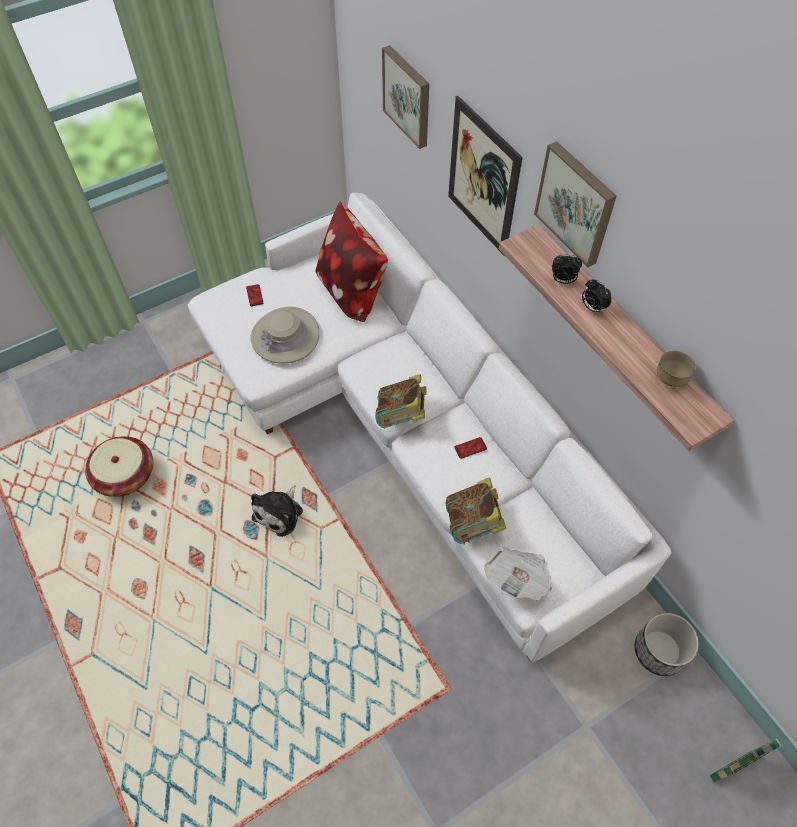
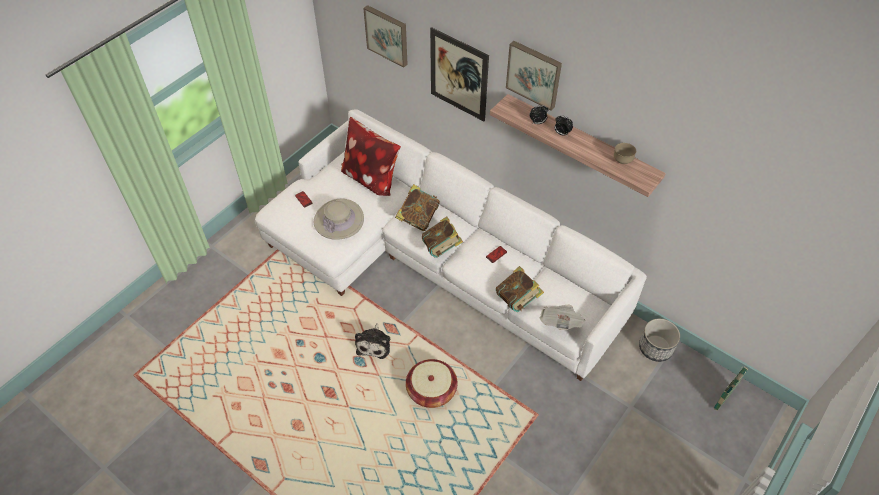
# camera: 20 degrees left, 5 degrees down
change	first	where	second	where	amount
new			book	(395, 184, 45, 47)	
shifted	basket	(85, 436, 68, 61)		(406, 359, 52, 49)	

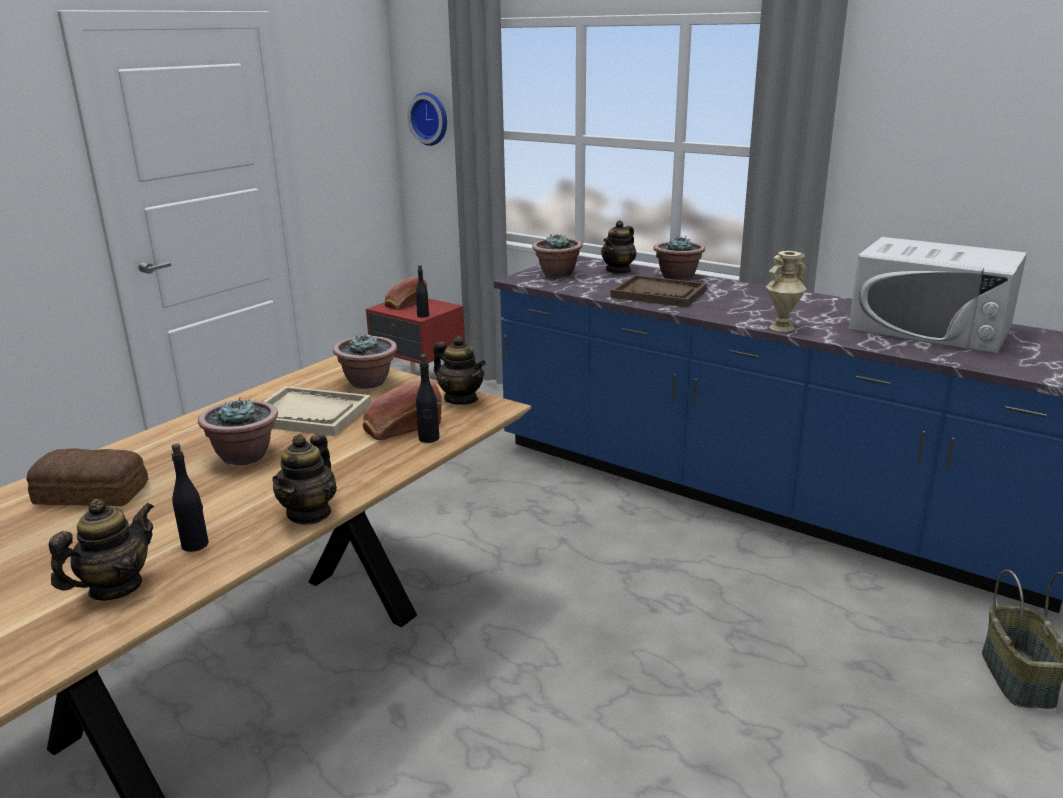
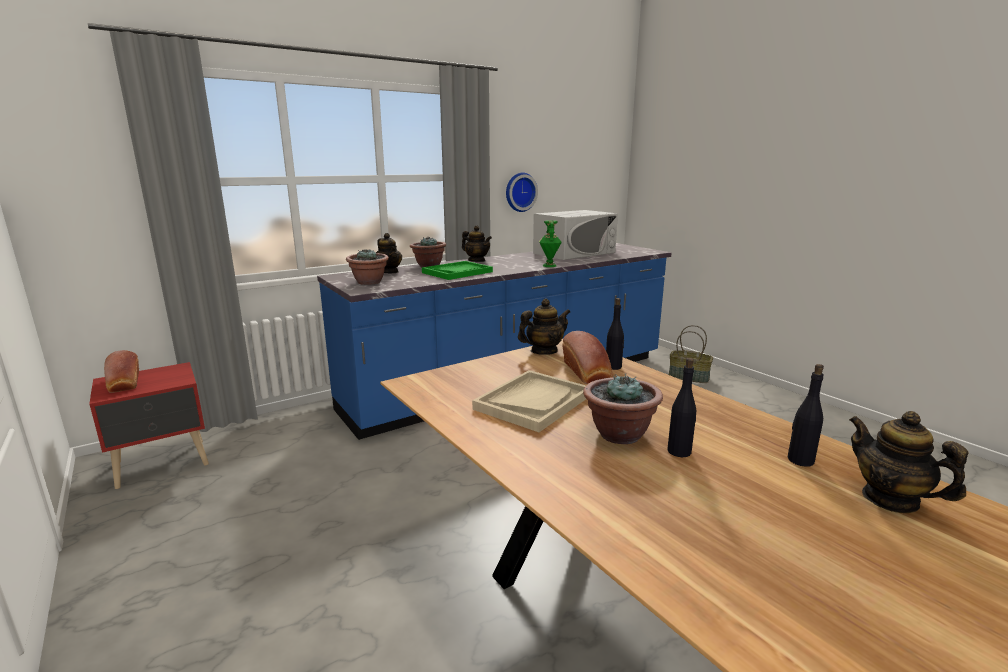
# camera: 70 degrees left, 5 degrees down
change	first	where	second	where	amount
repainted	brown tray	(610, 275, 97, 32)	green tray	(422, 261, 71, 19)	
shifted	teapot	(272, 434, 65, 91)		(462, 226, 30, 36)	
shifted	wall clock	(407, 92, 40, 54)		(506, 173, 32, 39)	
repainted	beige vase	(766, 251, 41, 81)	green vase	(539, 220, 23, 47)	
shifted	black bottle	(416, 265, 13, 53)		(668, 358, 28, 99)	
gone	bread	(26, 448, 122, 58)			
gone	potted plant	(333, 334, 64, 55)			

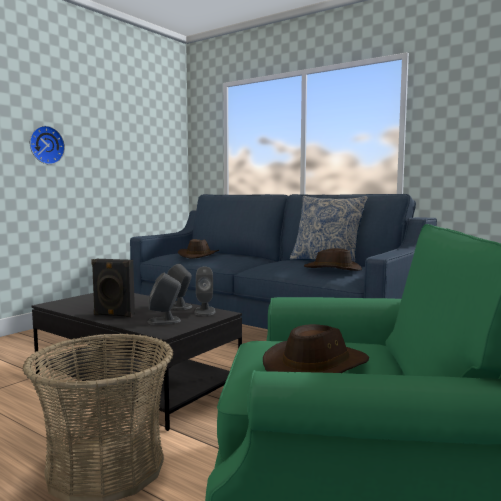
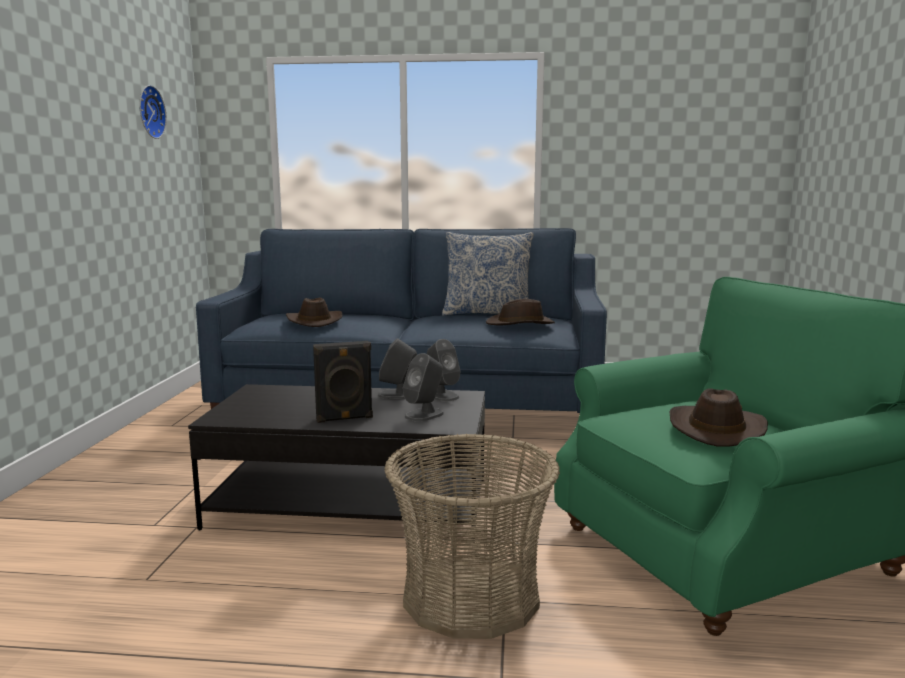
# camera: 30 degrees left, 5 degrees up
change	first	where	second	where	amount
shifted	wall clock	(30, 126, 35, 39)		(139, 85, 28, 54)	

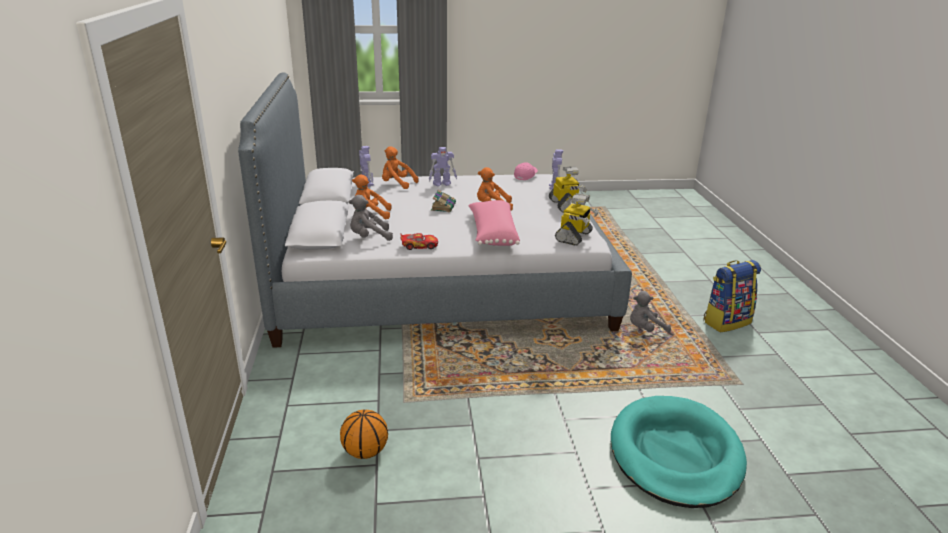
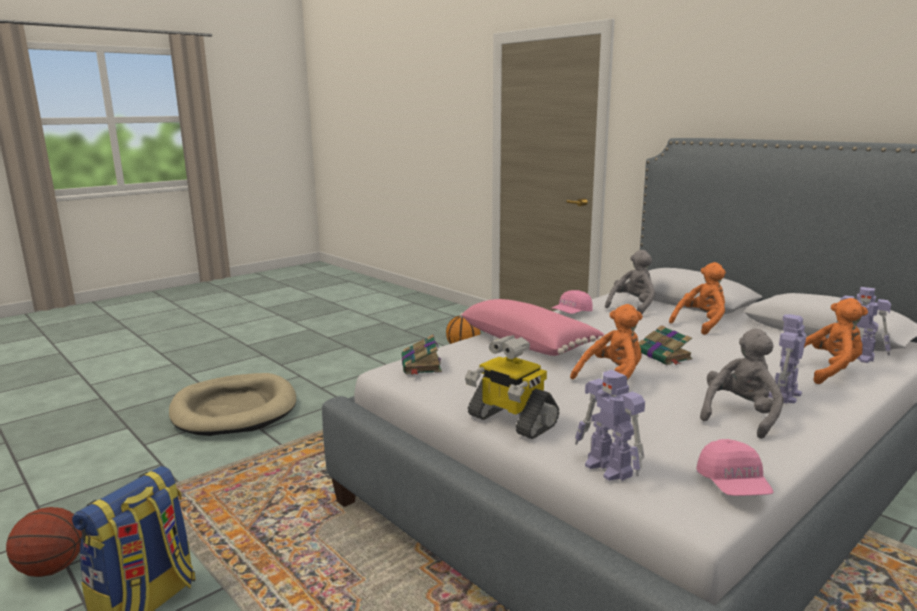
# camera: 145 degrees right, 10 degrees down
change	first	where	second	where	amount
new			basketball	(6, 507, 77, 70)	
repainted	turquoise dog bed	(611, 396, 136, 112)	beige dog bed	(169, 373, 127, 63)	
swapped	toy robot	(555, 193, 44, 53)	book	(402, 334, 40, 41)	
swapped	toy car	(400, 233, 38, 17)	pink cap	(551, 290, 42, 24)	
shifted	grey plush toy	(630, 291, 41, 42)		(700, 328, 84, 111)	

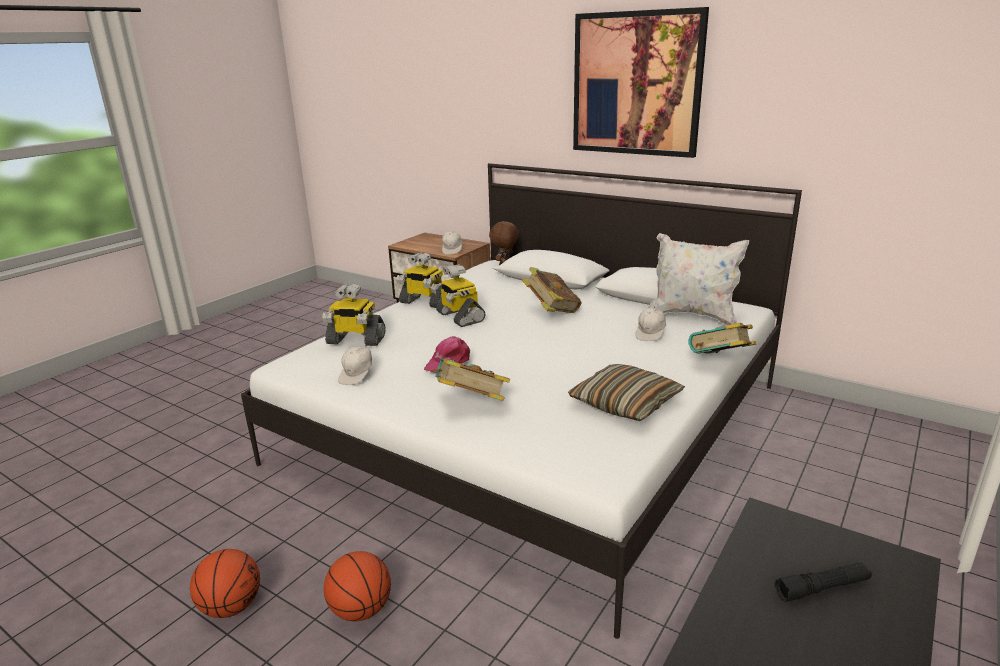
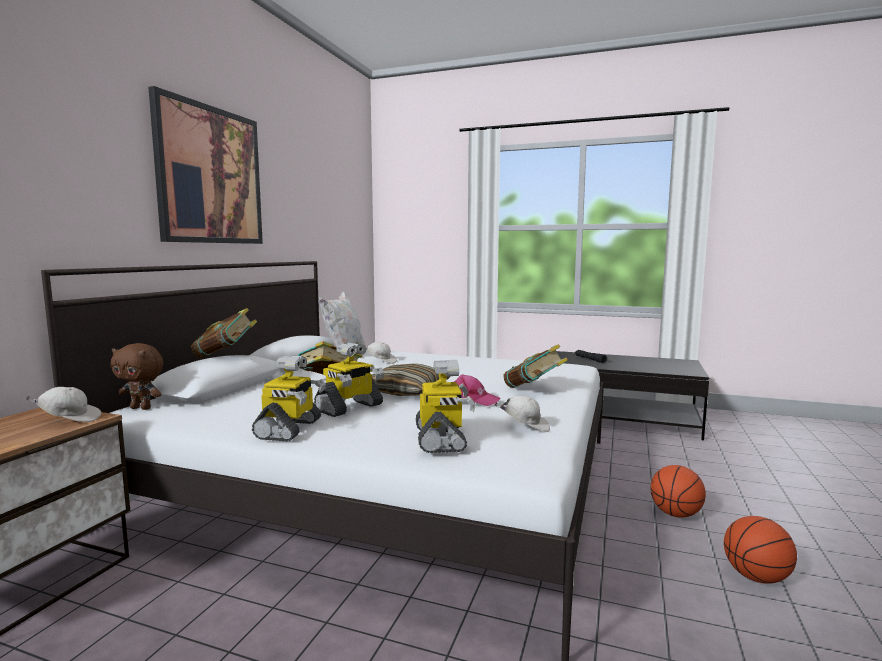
# camera: 105 degrees left, 15 degrees down
change	first	where	second	where	amount
shifted	book	(688, 323, 68, 31)		(191, 308, 66, 50)	
shifted	pillow	(568, 364, 117, 57)		(372, 363, 78, 33)	

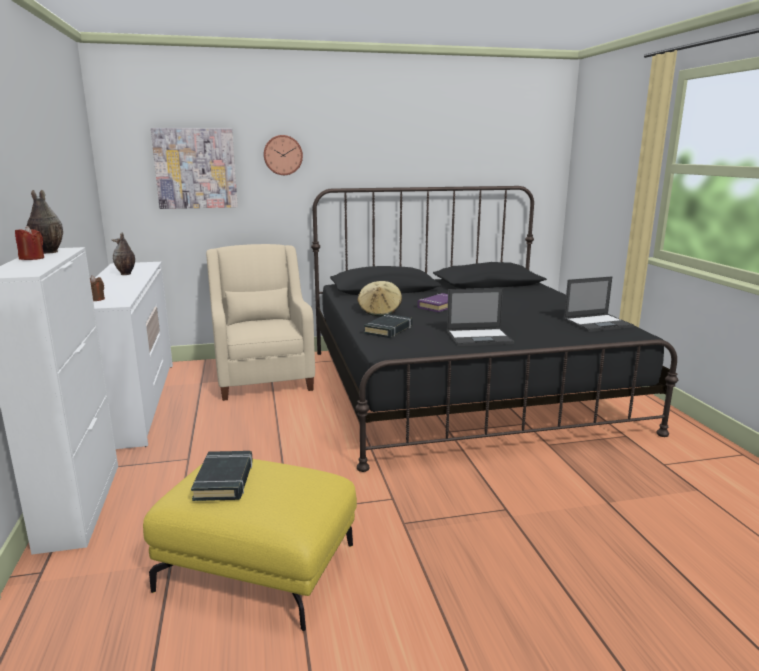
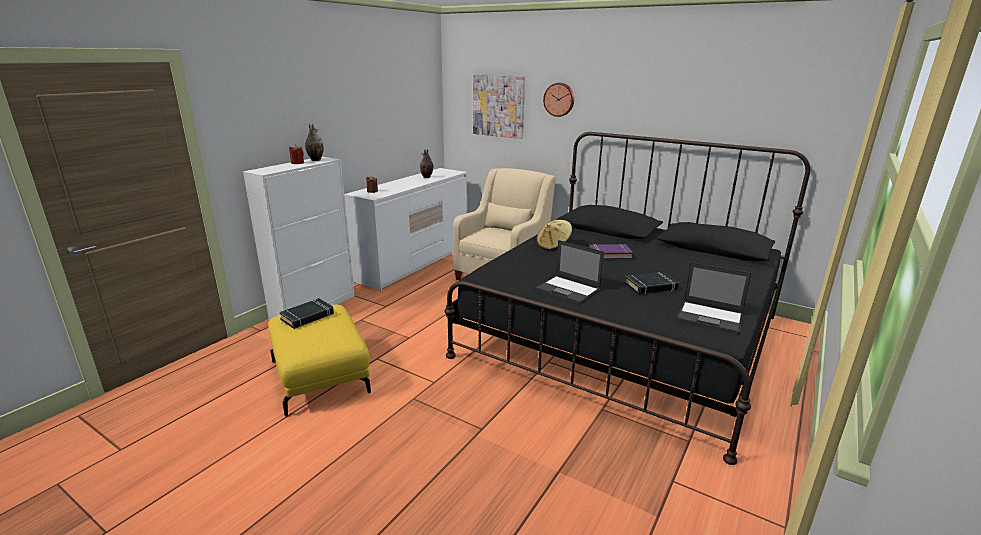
# camera: 45 degrees right, 5 degrees up
change	first	where	second	where	amount
shifted	black book	(364, 314, 48, 24)		(625, 272, 54, 22)	

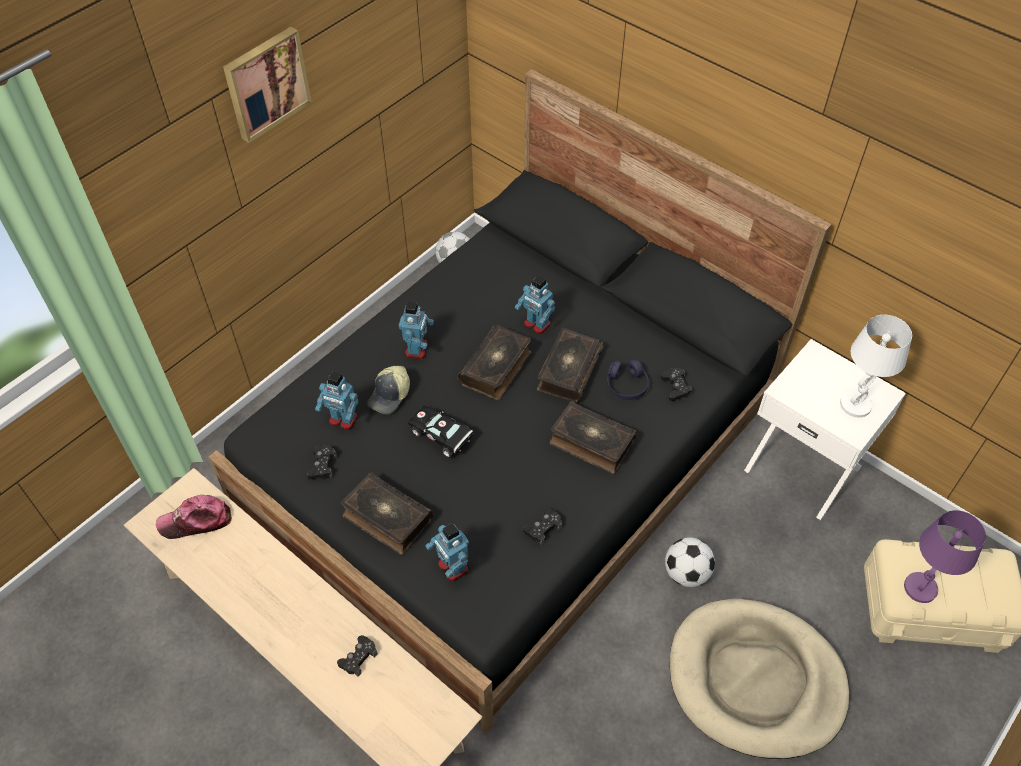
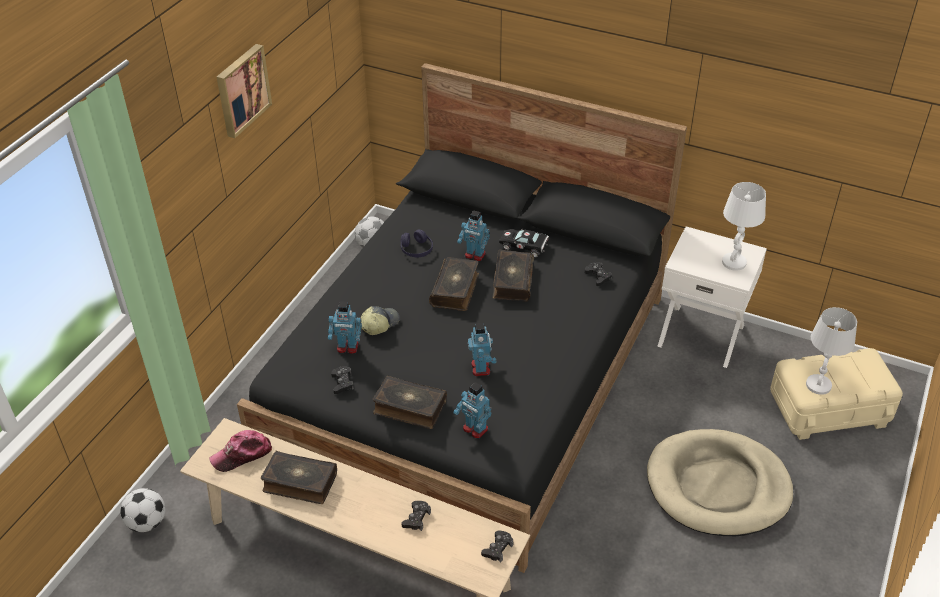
# camera: 15 degrees left, 10 degrees down
change	first	where	second	where	amount
shifted	football	(665, 537, 50, 50)		(120, 488, 45, 44)	
shifted	book	(549, 401, 88, 73)		(261, 450, 76, 54)	
rotated	cap	(367, 366, 43, 48)		(361, 306, 39, 29)	150 degrees counterclockwise
shifted	purple headphones	(607, 360, 42, 40)		(401, 229, 32, 28)	
shifted	toy robot	(399, 302, 35, 57)		(468, 323, 28, 53)	
shifted	black game controller	(523, 508, 39, 37)		(481, 530, 33, 33)	
shifted	black toy car	(408, 405, 66, 52)		(499, 229, 50, 29)	
repainted	purple table lamp	(904, 510, 82, 93)	white table lamp	(806, 307, 51, 88)	

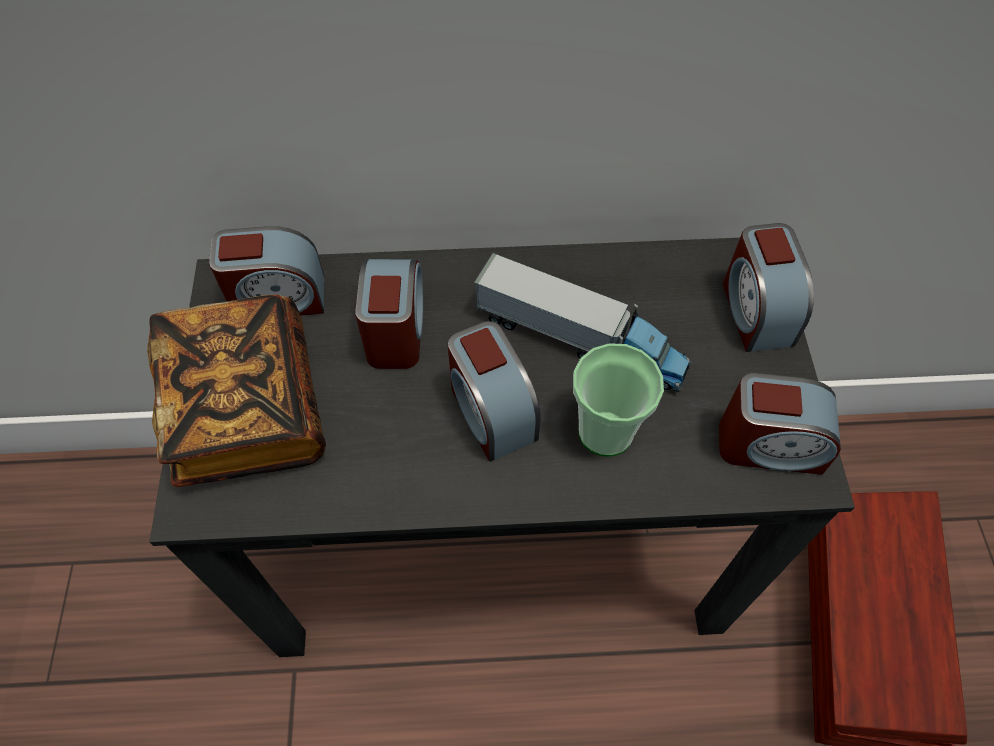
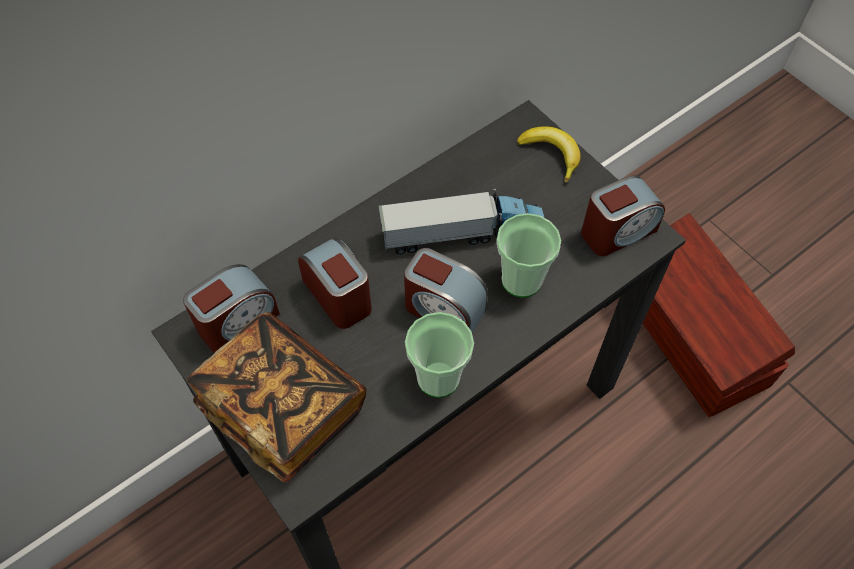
# camera: 35 degrees left, 0 degrees up
change	first	where	second	where	amount
new			cup	(405, 312, 69, 86)	
swapped	alarm clock	(723, 223, 91, 129)	banana	(517, 126, 64, 57)	

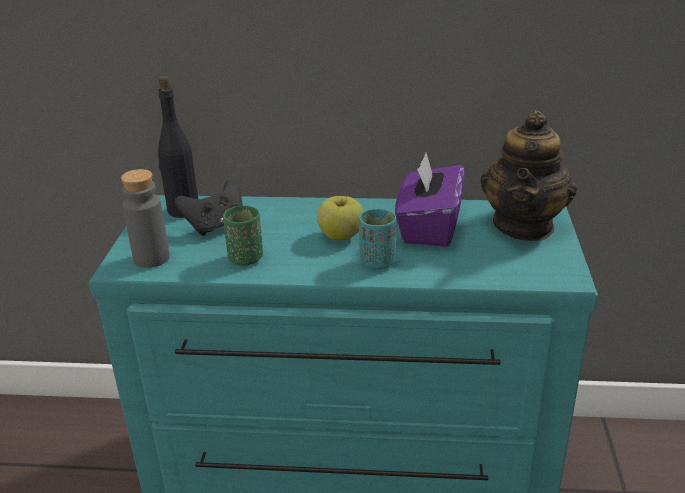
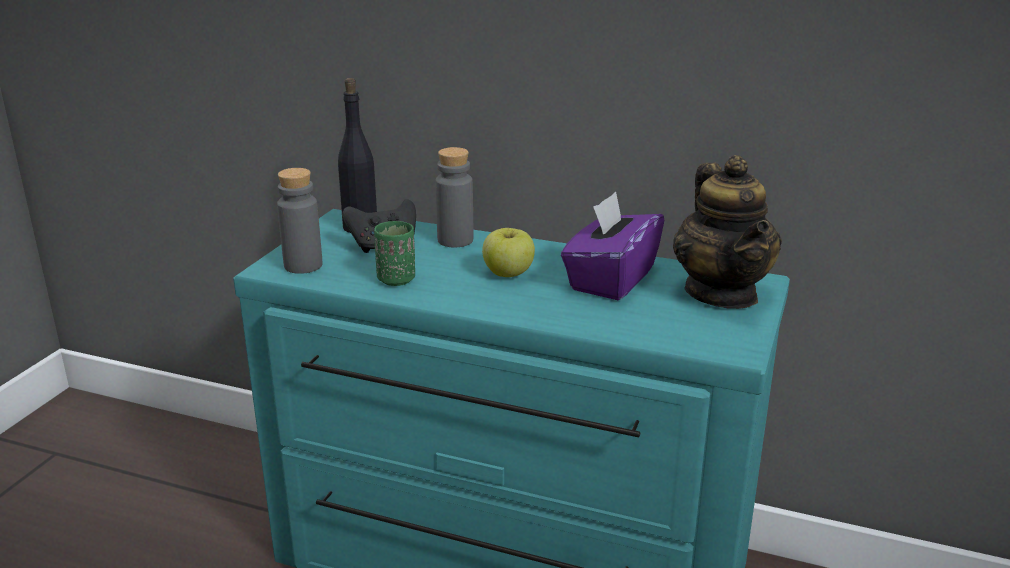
# camera: 15 degrees right, 5 degrees down
change	first	where	second	where	amount
new			grey bottle	(436, 147, 37, 100)	
rotated	teapot	(480, 110, 97, 131)		(673, 155, 109, 154)	45 degrees counterclockwise
gone	turquoise cup	(359, 209, 37, 61)			

